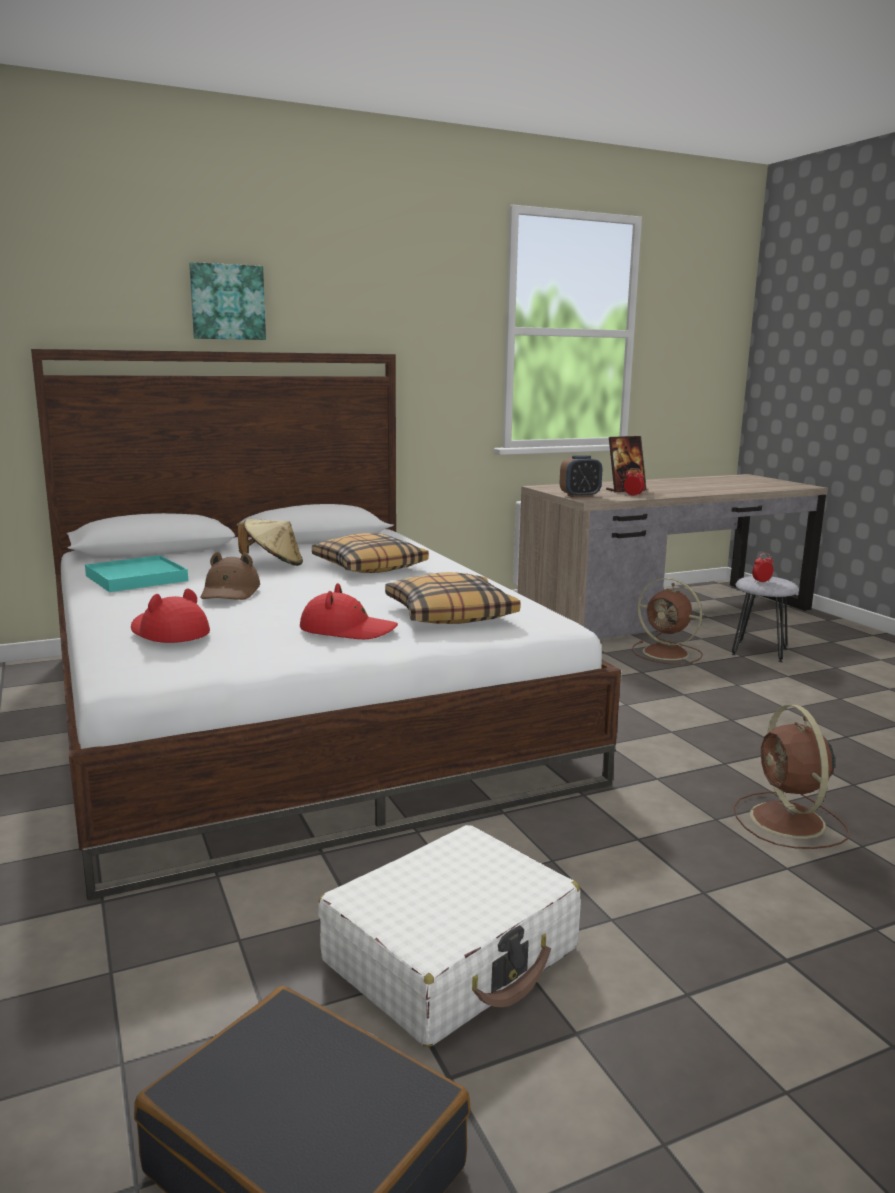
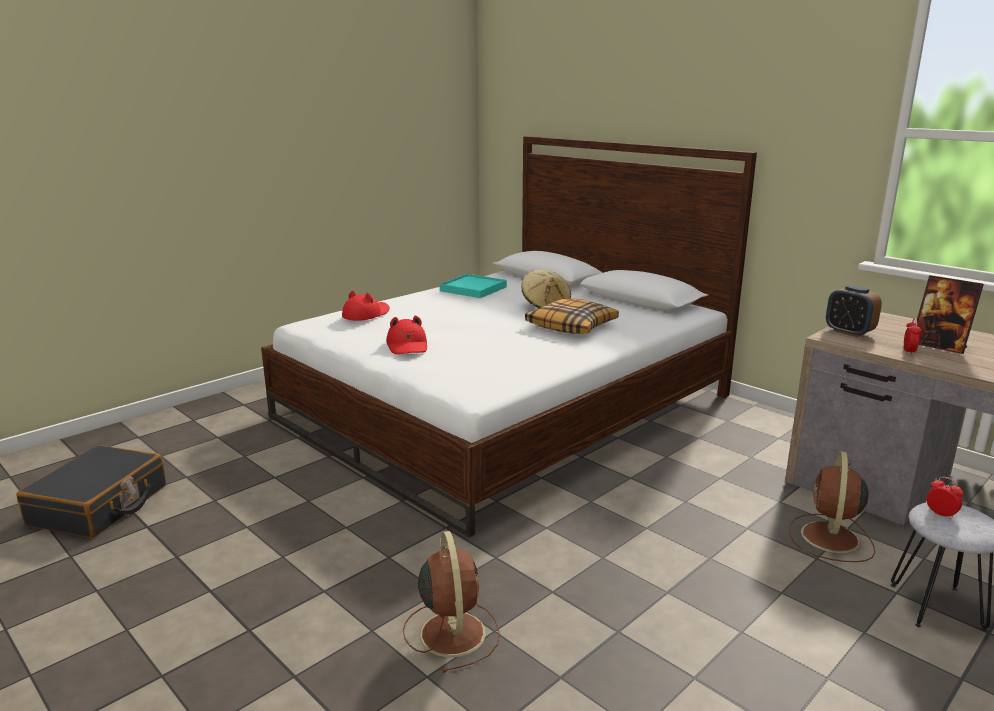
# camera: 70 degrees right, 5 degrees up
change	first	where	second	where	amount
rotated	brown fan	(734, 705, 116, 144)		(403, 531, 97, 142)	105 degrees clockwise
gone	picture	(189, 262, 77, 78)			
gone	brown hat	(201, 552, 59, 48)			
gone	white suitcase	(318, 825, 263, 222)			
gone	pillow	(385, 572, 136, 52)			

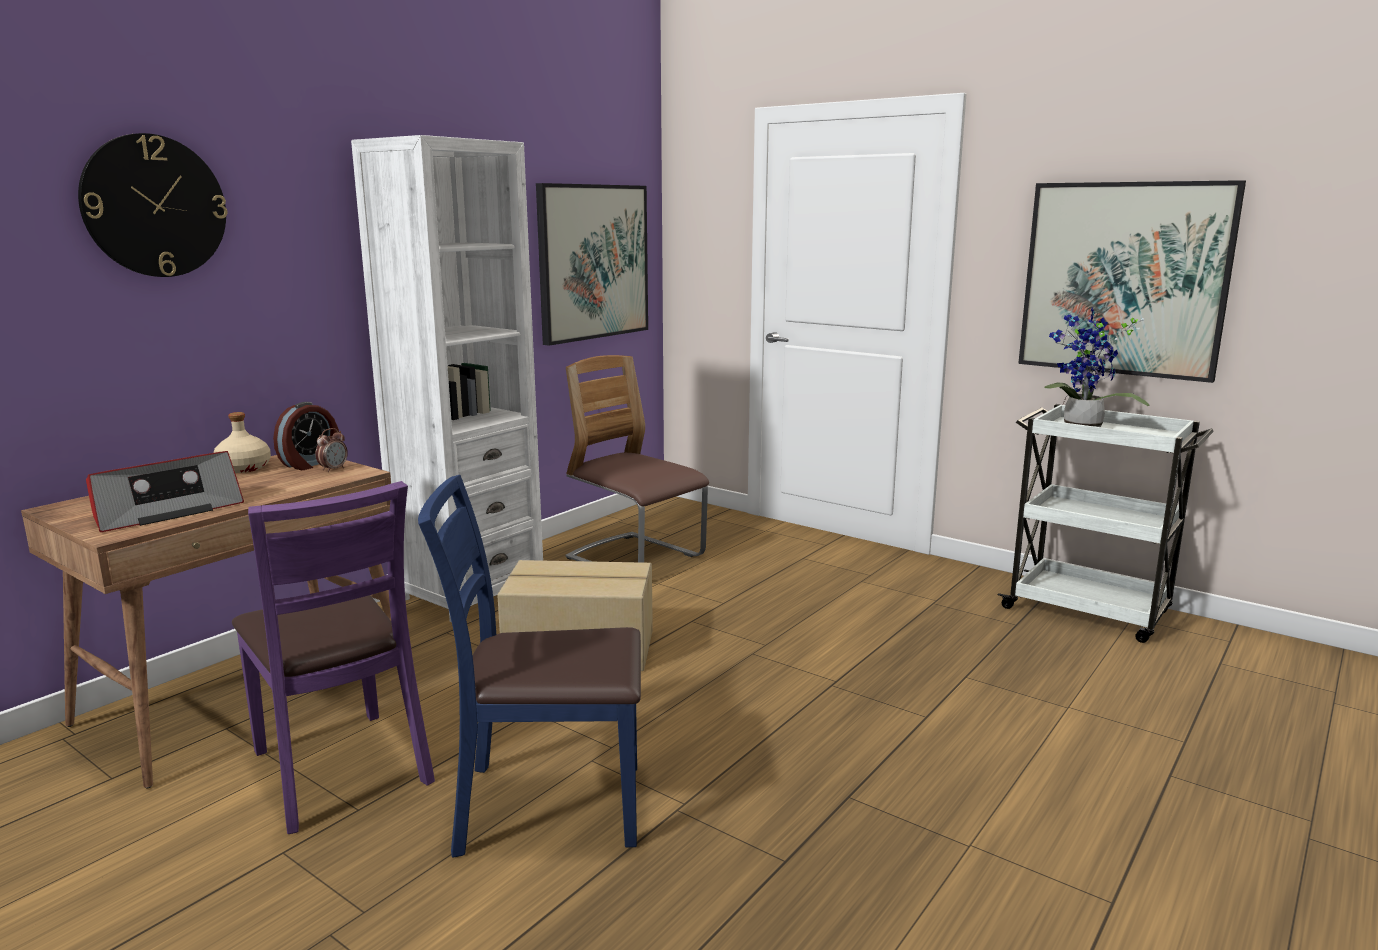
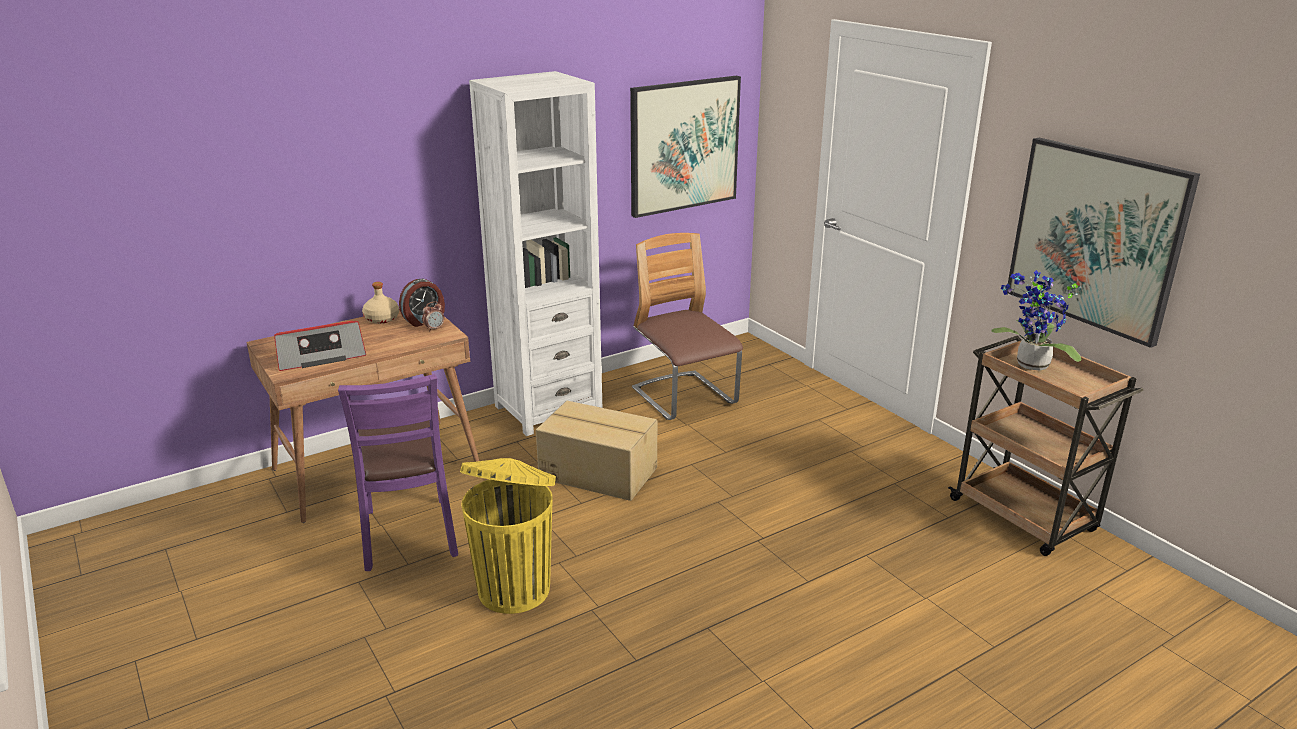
# camera: 20 degrees right, 10 degrees up
change	first	where	second	where	amount
swapped	blue chair	(418, 475, 223, 383)	yellow trash can	(460, 458, 96, 156)	
repainted	white cart	(997, 404, 217, 239)	brown cart	(948, 335, 196, 221)	
gone	wall clock	(78, 133, 149, 144)			

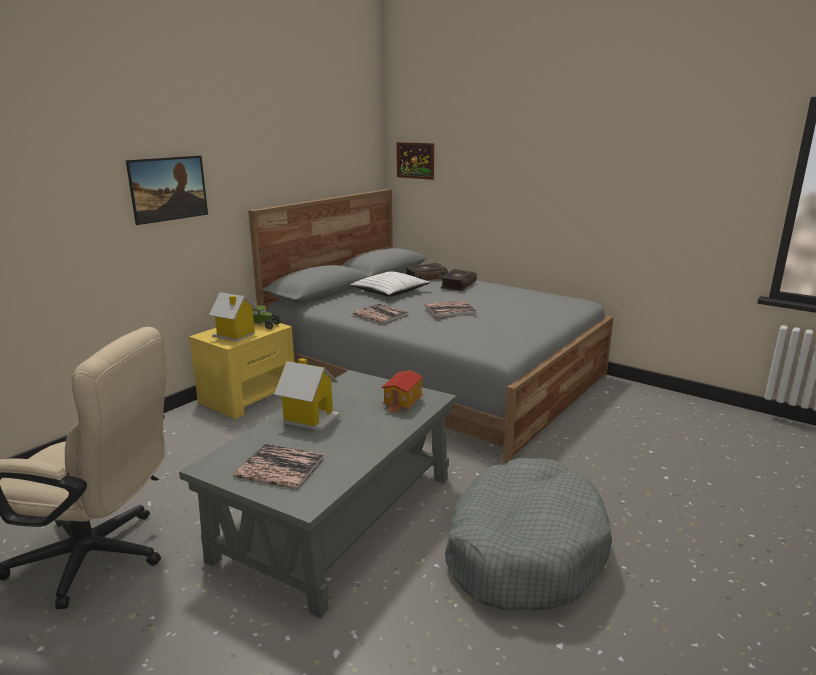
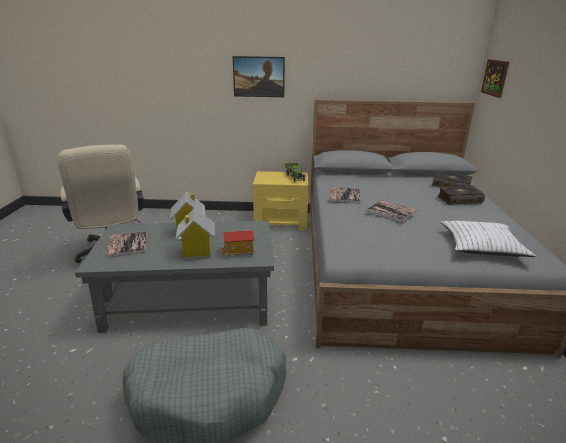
# camera: 55 degrees right, 5 degrees up
change	first	where	second	where	amount
shifted	toy house	(209, 292, 49, 50)		(175, 208, 39, 52)	
shifted	white pillow	(350, 271, 80, 26)		(441, 221, 95, 36)	

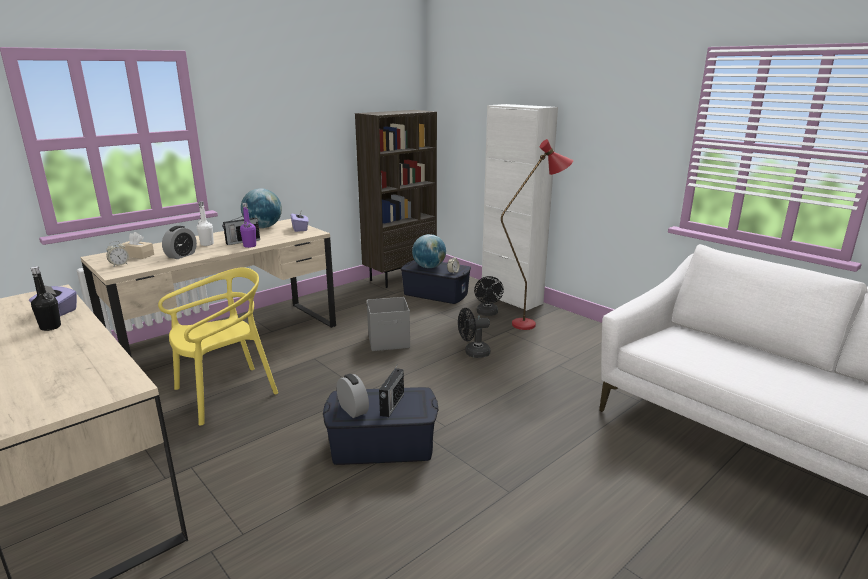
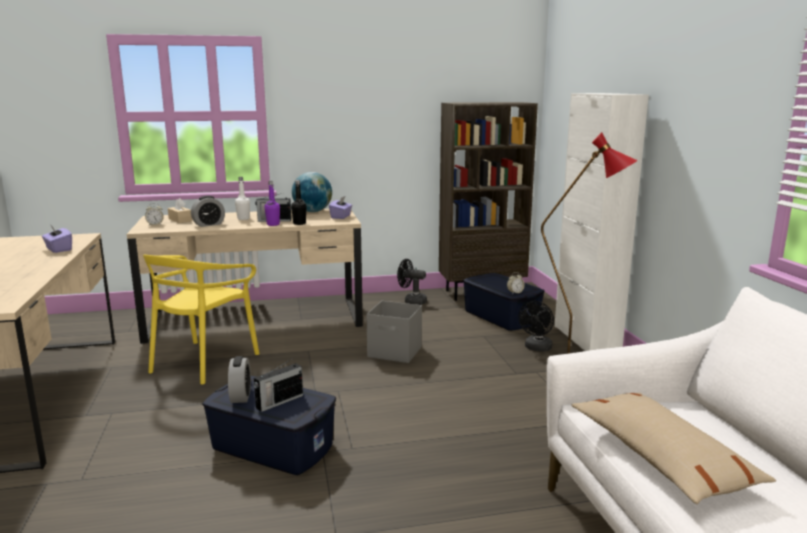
# camera: 30 degrees right, 5 degrees down
change	first	where	second	where	amount
rotated	yellow chair	(158, 267, 120, 159)		(143, 255, 117, 130)	120 degrees clockwise
shifted	black bottle	(31, 266, 30, 65)		(291, 180, 16, 45)	
shifted	black fan	(458, 308, 33, 50)		(397, 259, 30, 46)	
new			beige pillow	(571, 393, 205, 111)	
gone	globe	(412, 234, 34, 34)			

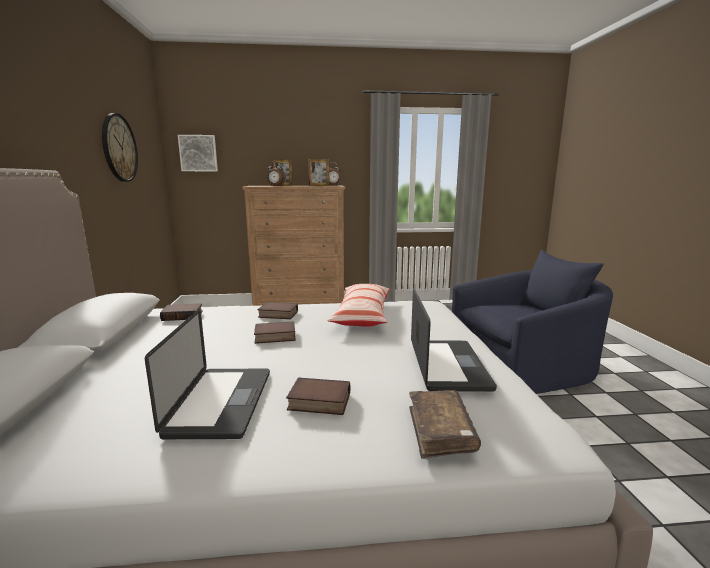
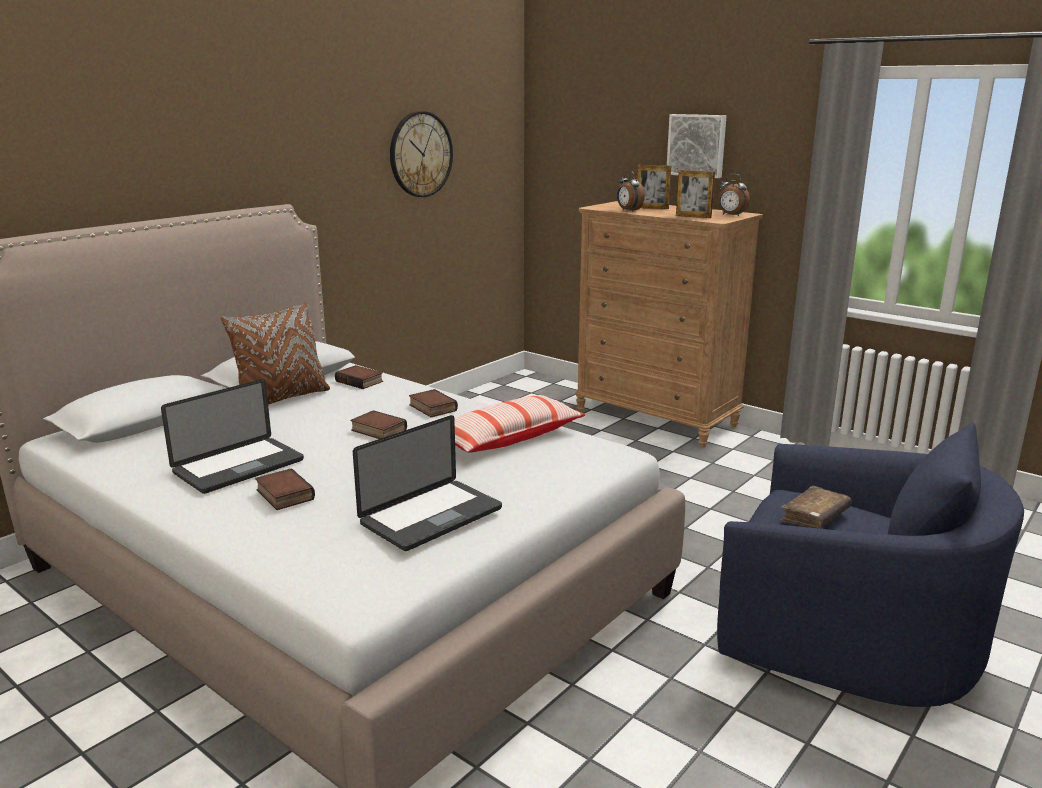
# camera: 45 degrees right, 5 degrees up
change	first	where	second	where	amount
new			brown pillow	(221, 302, 109, 103)	
shifted	picture	(178, 135, 40, 36)		(667, 114, 59, 64)	
shifted	brown book	(409, 390, 72, 69)		(780, 486, 72, 43)	

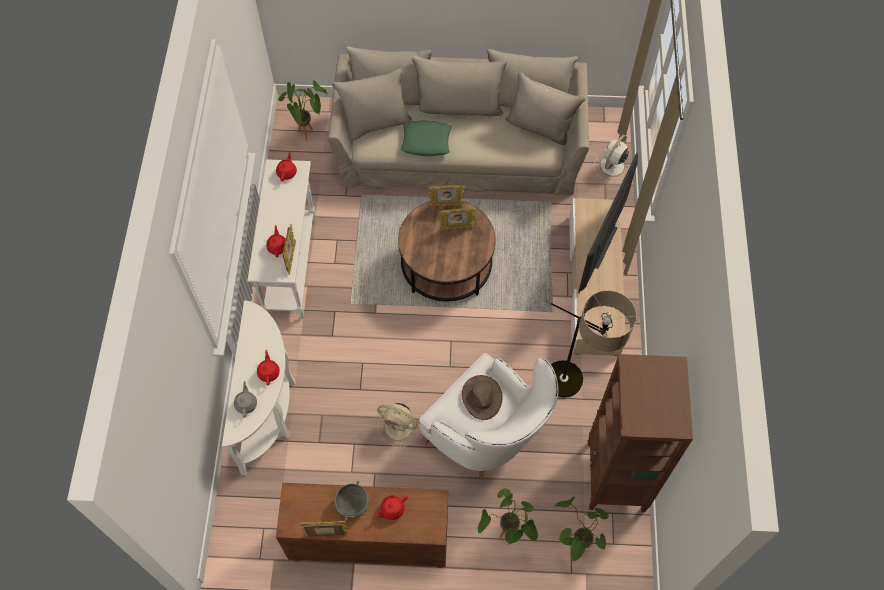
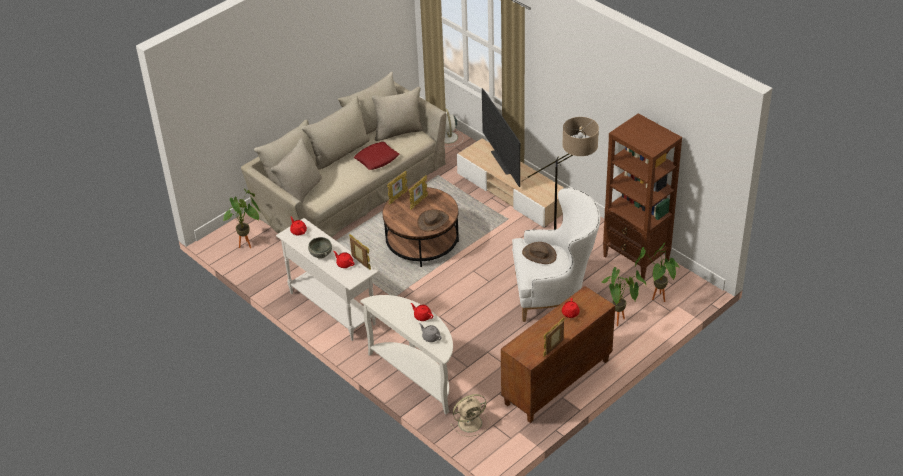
# camera: 45 degrees left, 20 degrees down
change	first	where	second	where	amount
shifted	grey bowl	(335, 481, 34, 40)		(308, 237, 24, 22)	
new			red pillow	(354, 142, 45, 28)	
new			brown hat	(417, 209, 32, 23)	
shifted	beige fan	(377, 403, 44, 44)		(450, 394, 38, 43)	
gone	green pillow	(401, 120, 51, 36)			

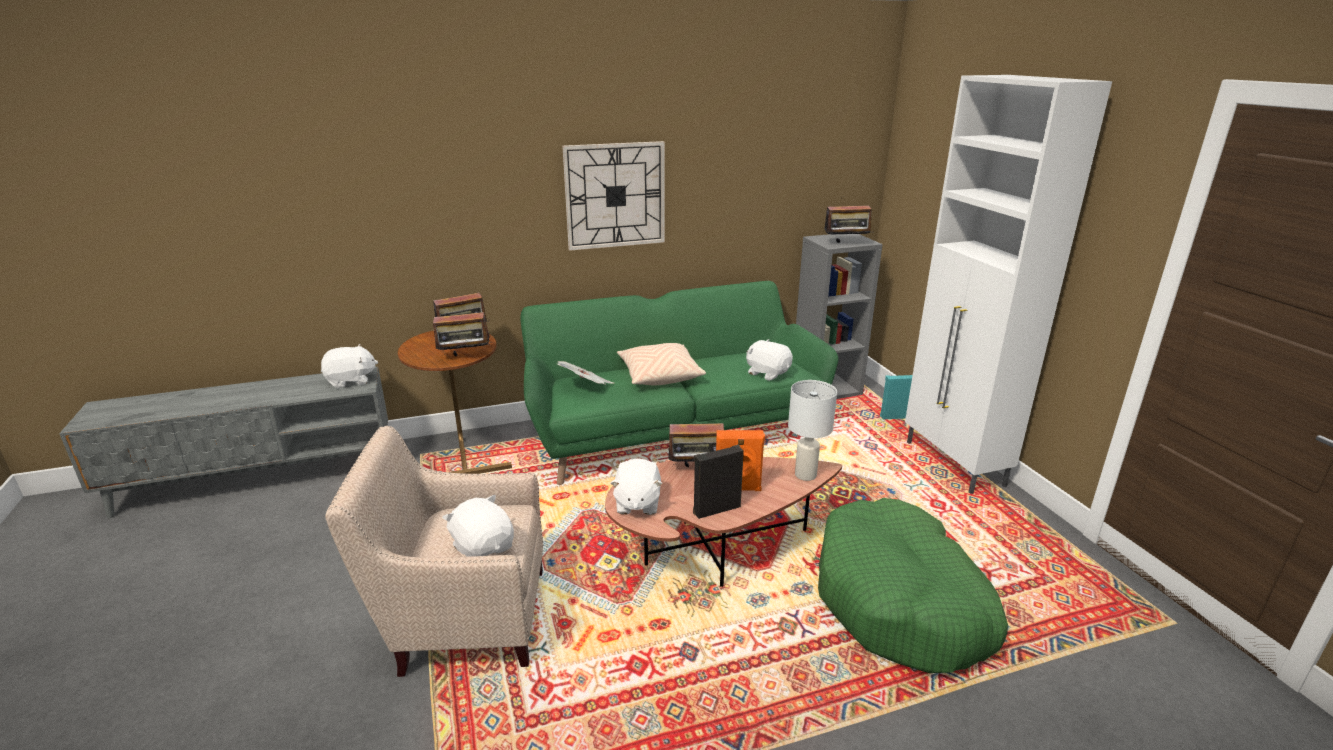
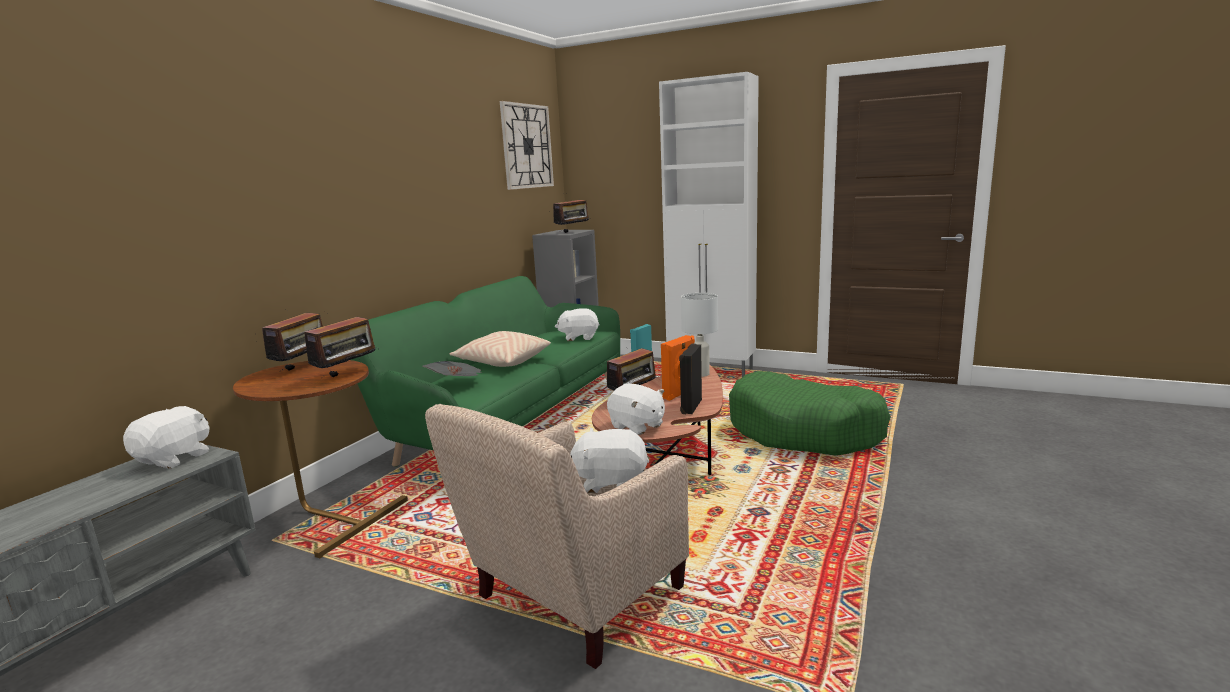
# camera: 45 degrees left, 10 degrees down
change	first	where	second	where	amount
shifted	wall clock	(562, 141, 103, 110)		(500, 101, 54, 89)	

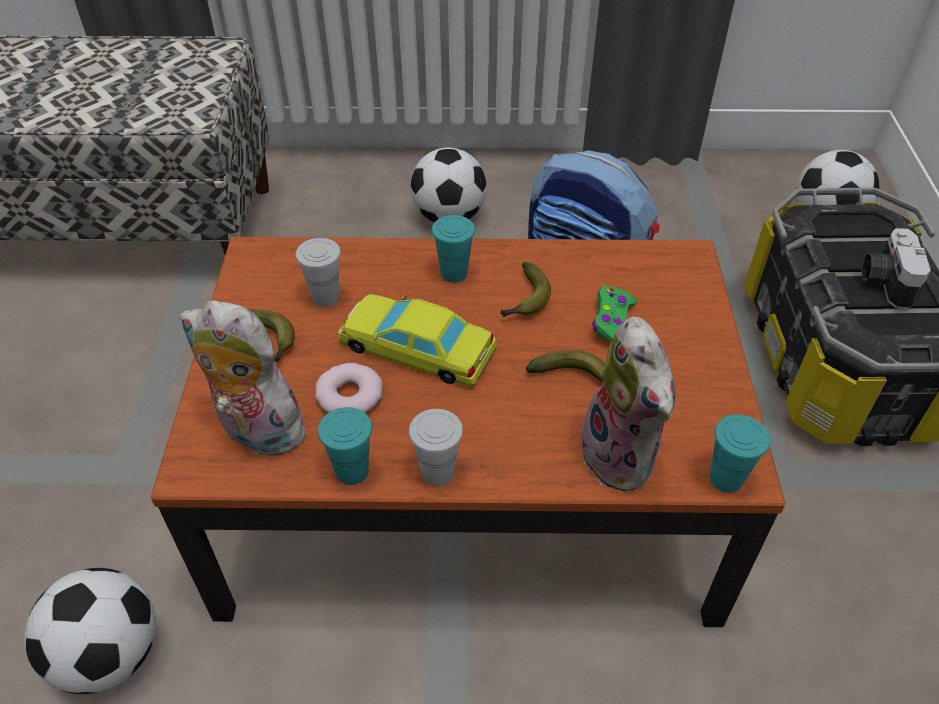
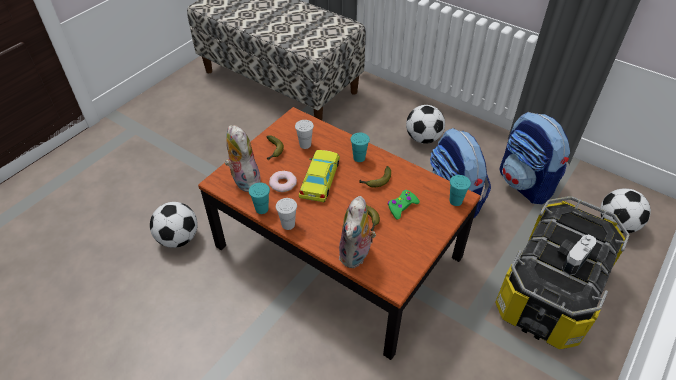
# camera: 35 degrees right, 0 degrees up
change	first	where	second	where	amount
rotated	yellow toy car	(338, 294, 159, 93)		(299, 150, 41, 52)	45 degrees clockwise
shifted	turquoise cup	(710, 415, 60, 78)		(450, 175, 21, 31)	
new			backpack	(499, 112, 71, 93)	

